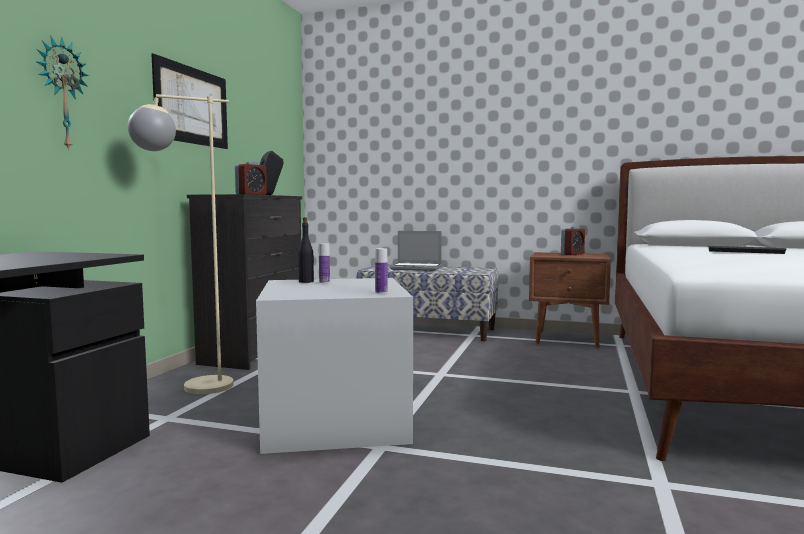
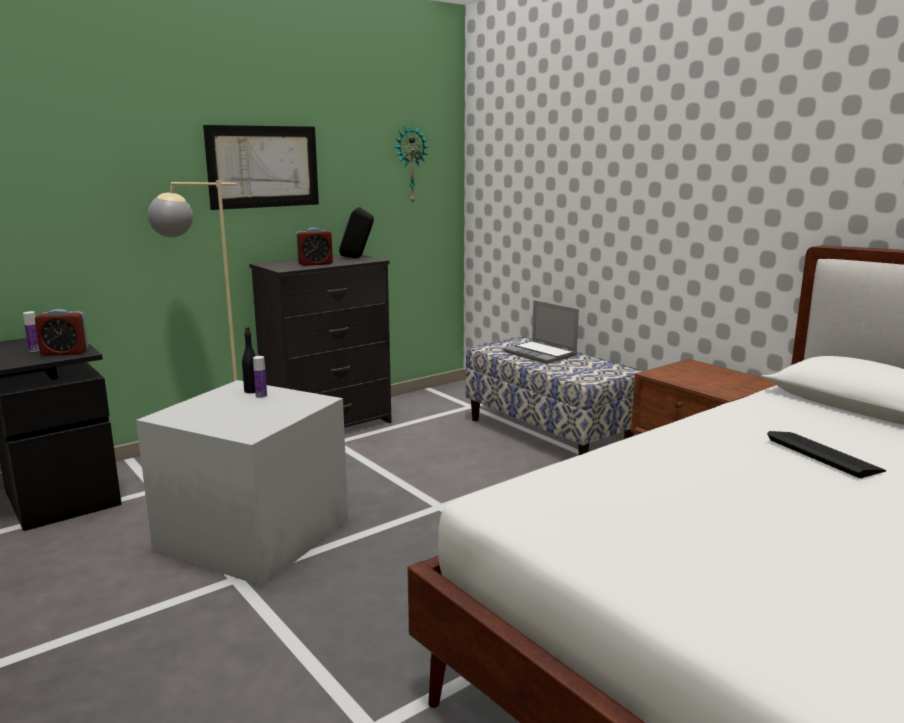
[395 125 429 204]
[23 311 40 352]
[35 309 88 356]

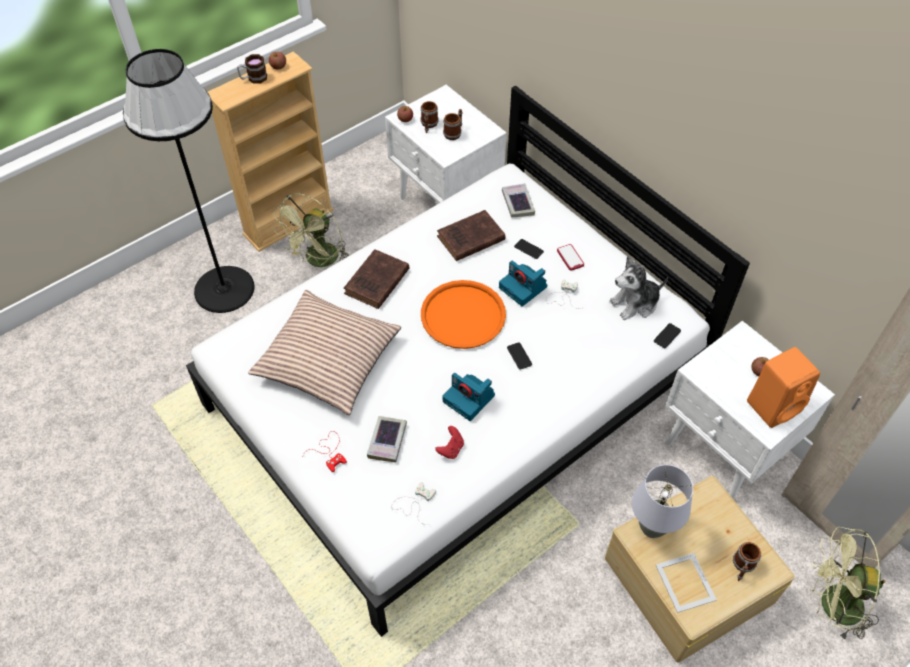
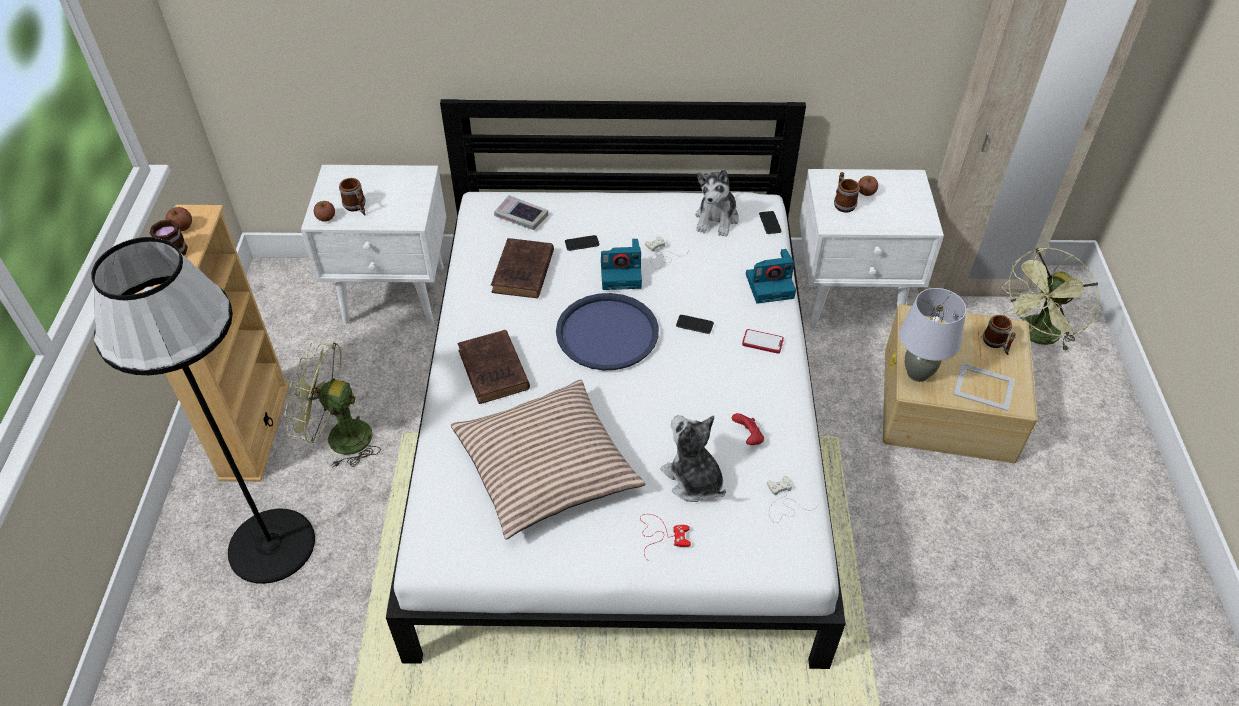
[285 341 381 468]
[660 415 726 502]
[556 293 659 370]
[746 249 796 304]
[834 172 860 213]
[742 329 784 354]
[747 347 820 428] (first image)

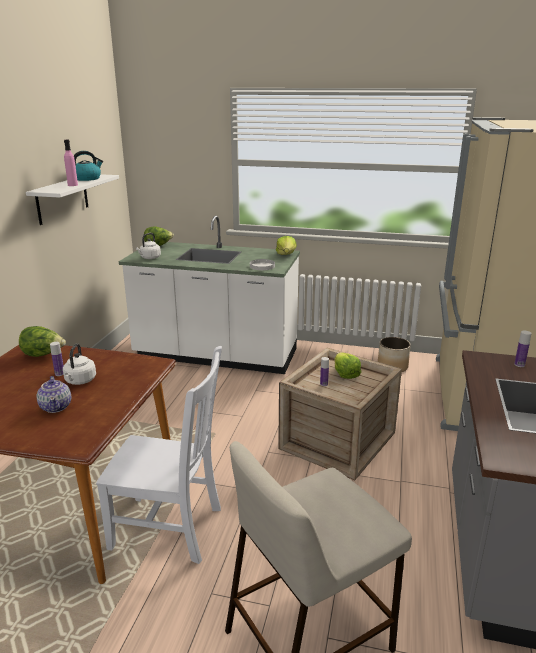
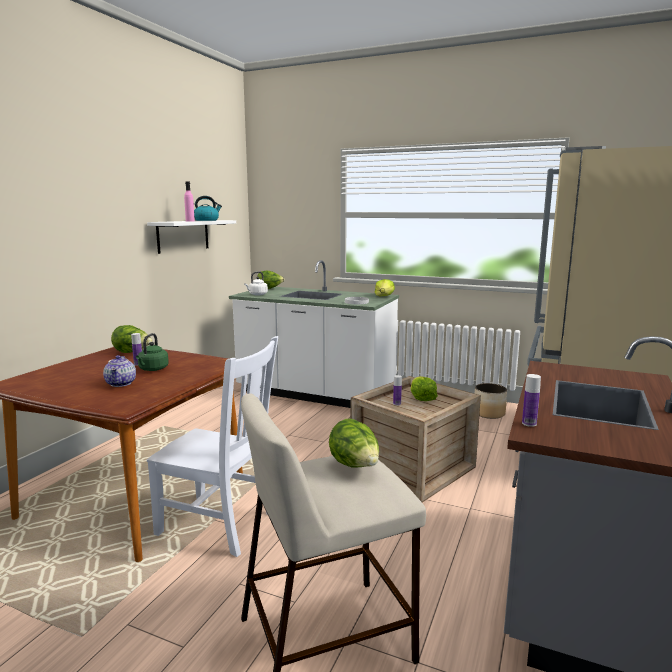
[136 333 169 371]
[522 374 541 427]
[329 419 379 468]

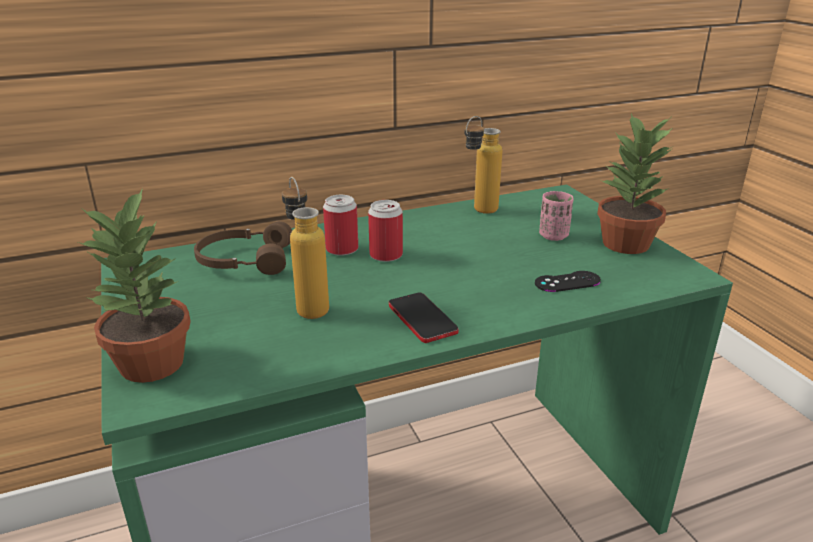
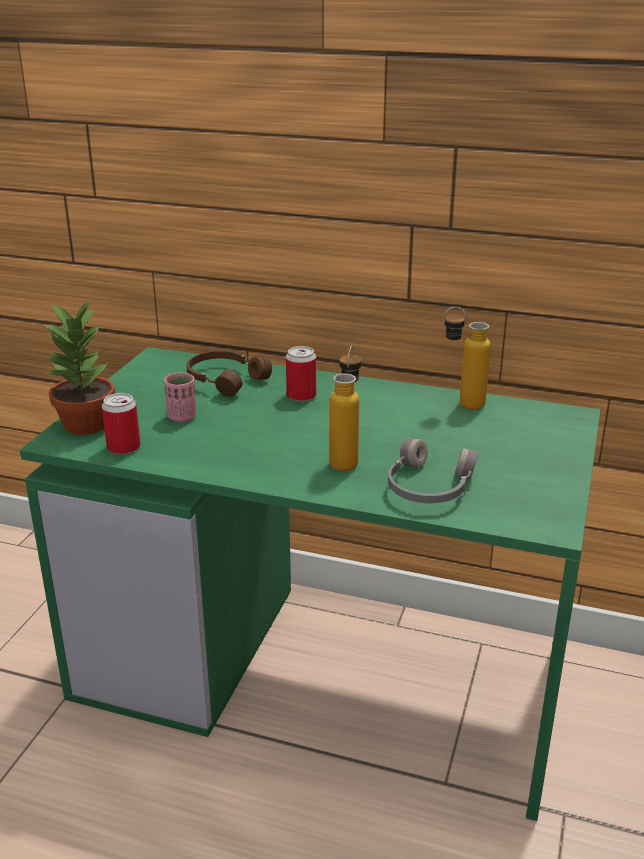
[329 346 361 471]
[102 393 141 455]
[389 292 459 343] (first image)
[388 438 478 503]
[164 373 196 422]
[597 114 673 254] (first image)

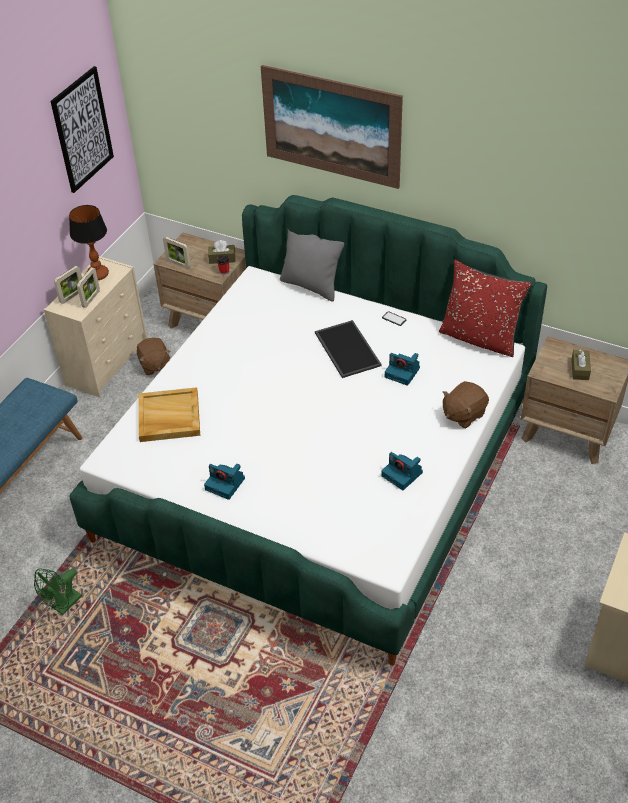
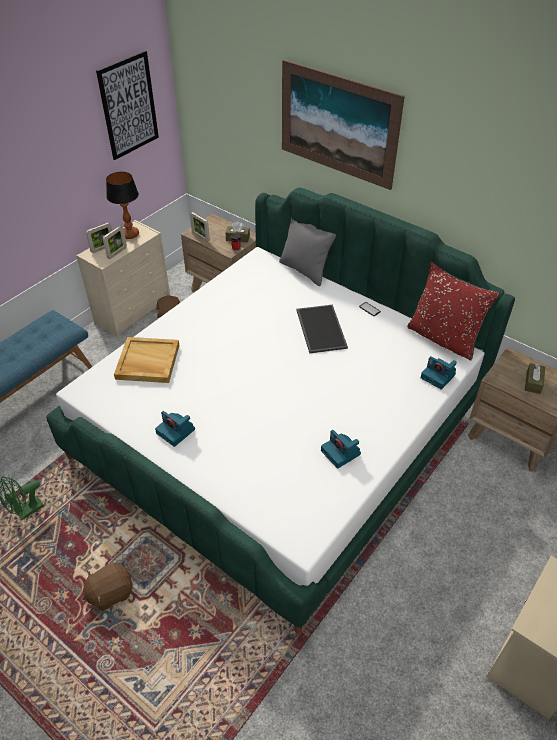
[421 356 457 390]
[82 562 133 611]

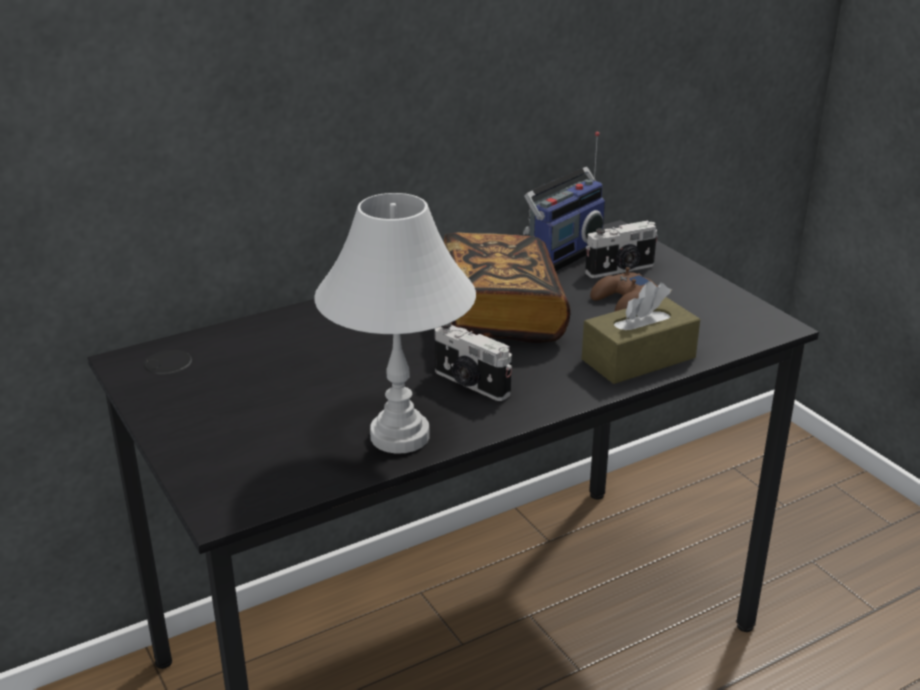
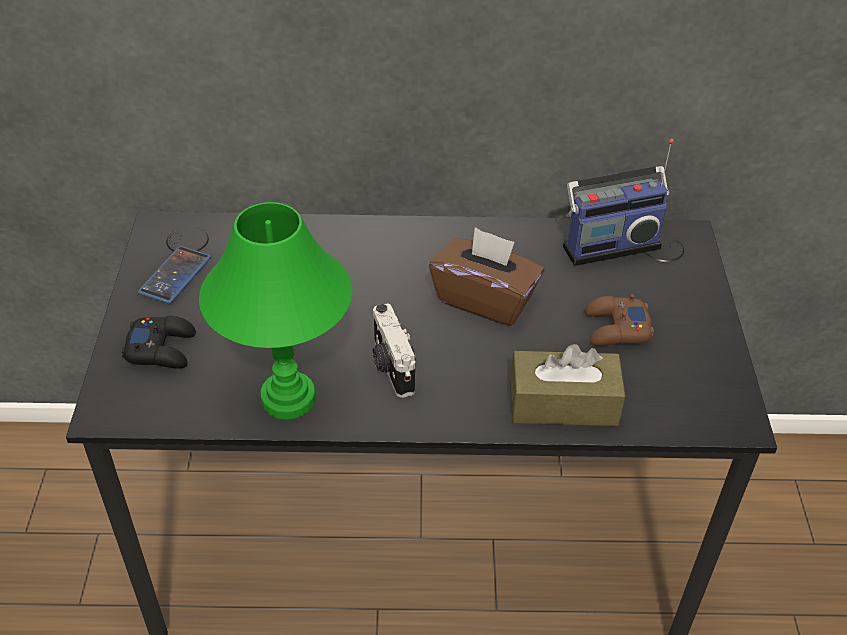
[199 202 352 419]
[429 227 544 326]
[585 221 658 278] (first image)
[121 316 196 369]
[138 246 211 304]

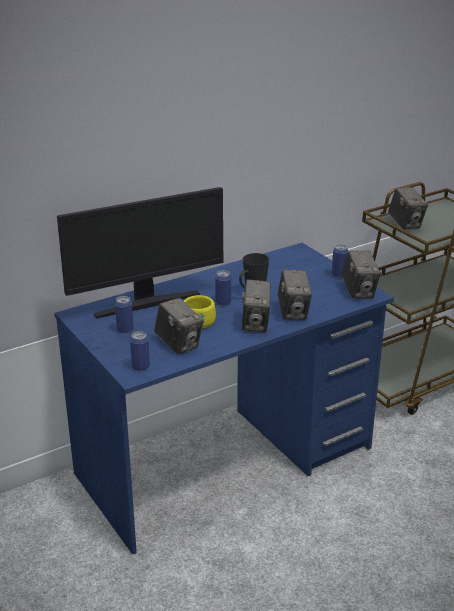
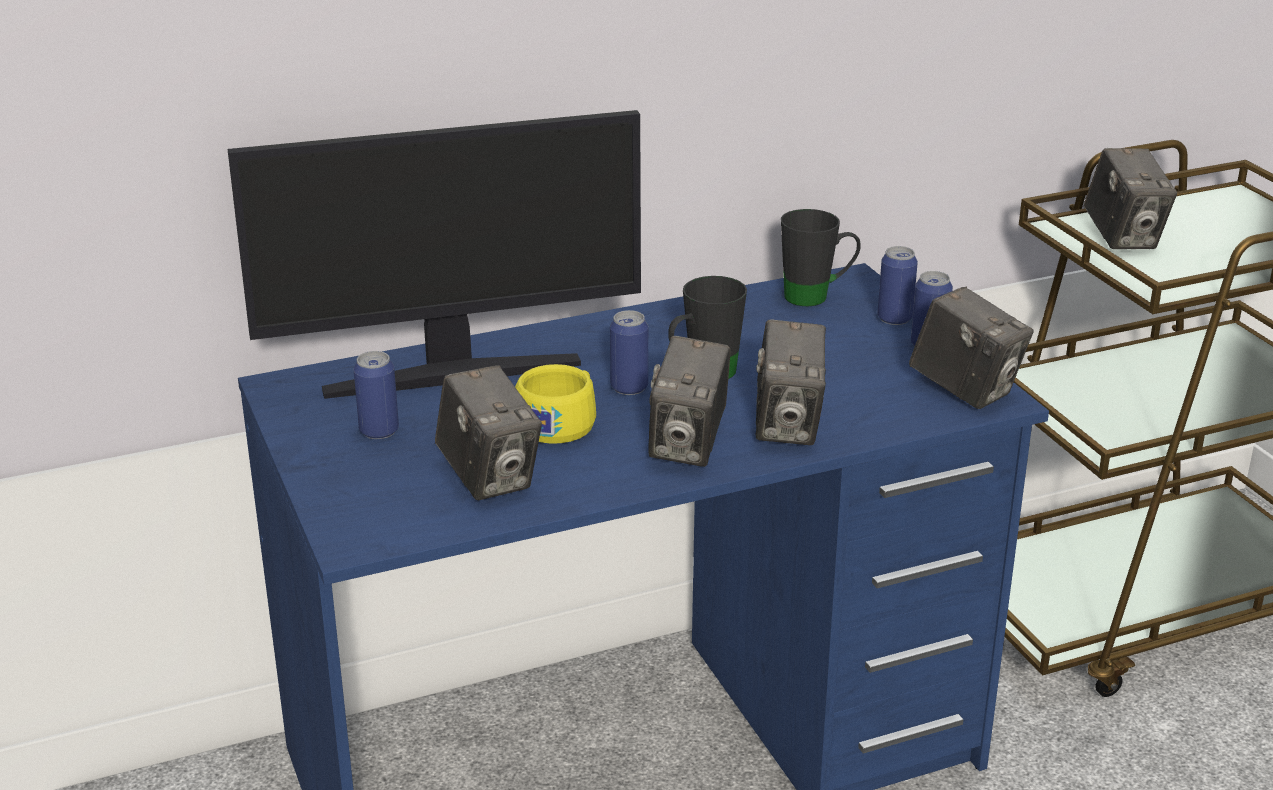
[877 246 918 325]
[909 287 1034 409]
[781 209 861 306]

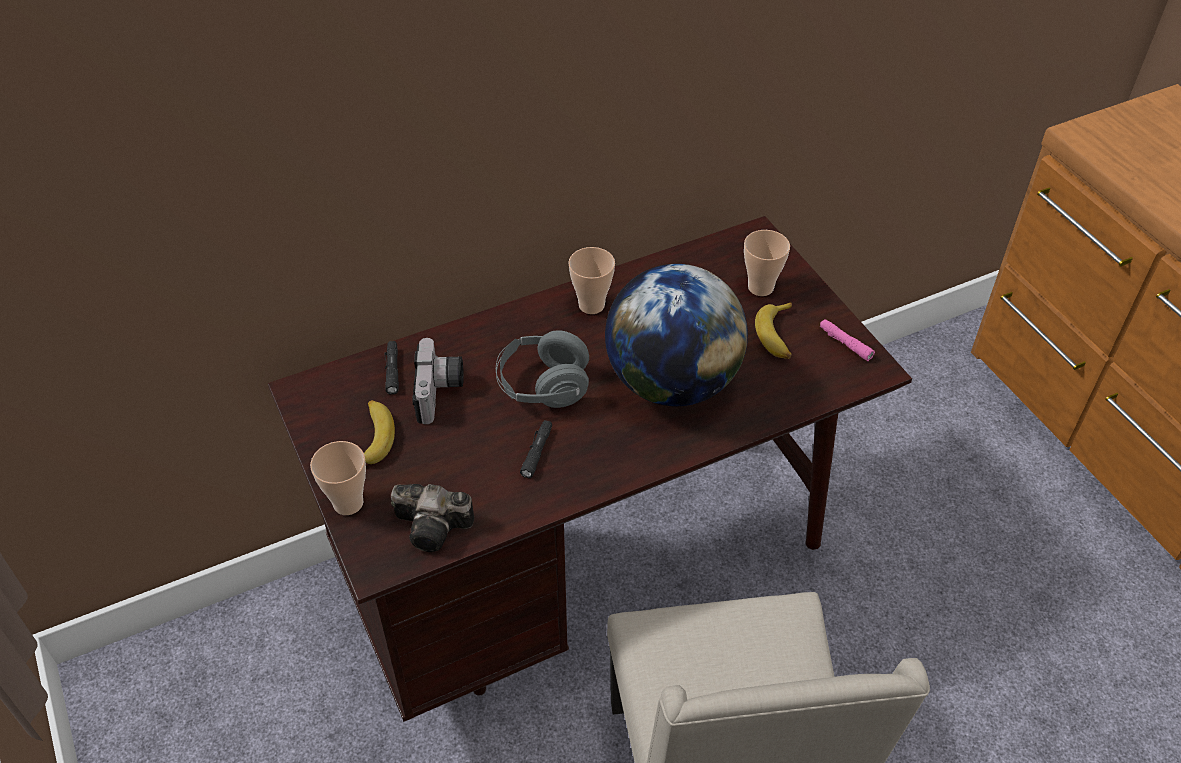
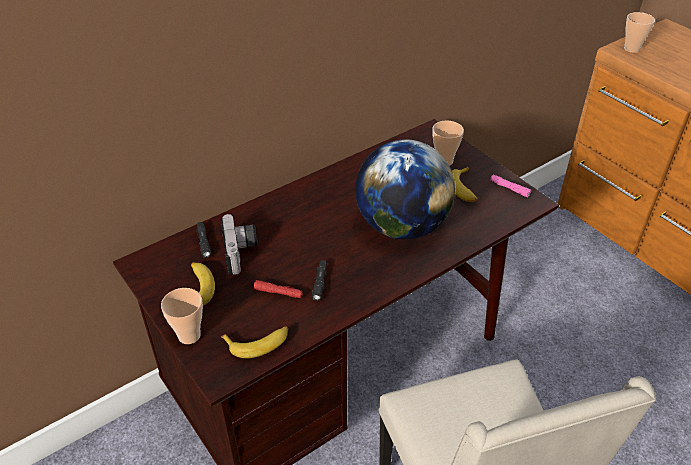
[221 326 289 358]
[496 330 589 408] (first image)
[624 12 655 53]
[253 280 303 298]

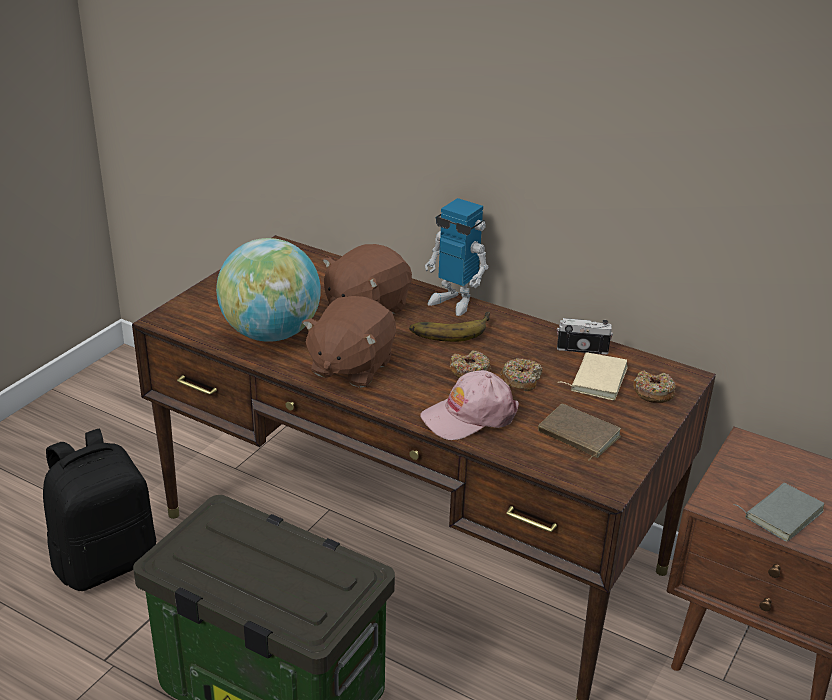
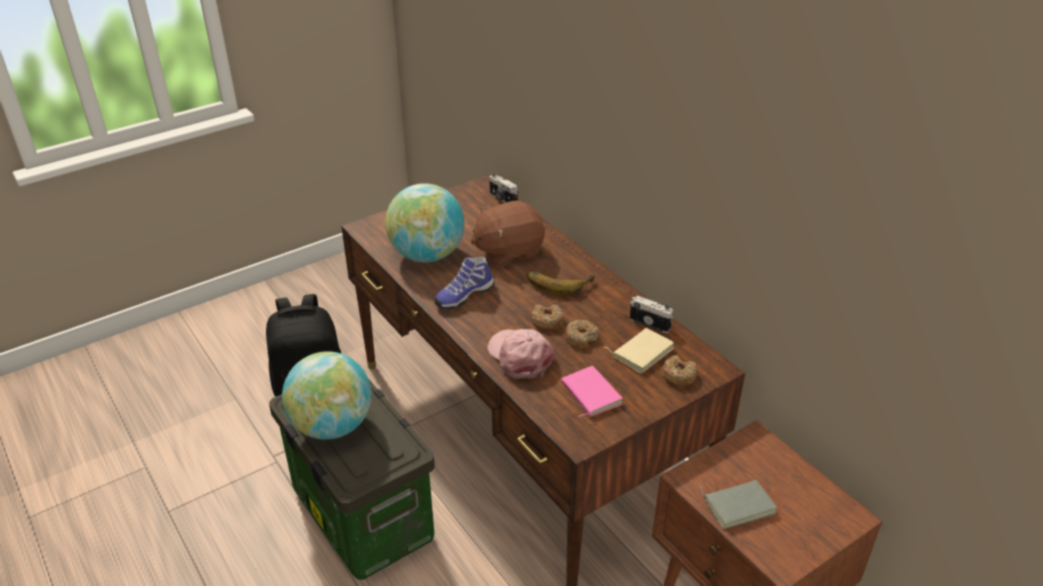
[435 257 494 310]
[488 329 555 379]
[425 198 488 316] (first image)
[561 366 623 417]
[282 351 371 440]
[489 173 518 203]

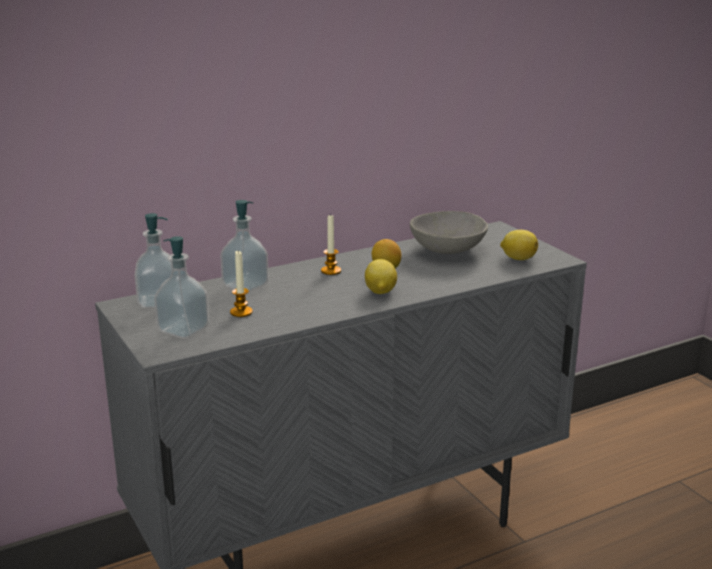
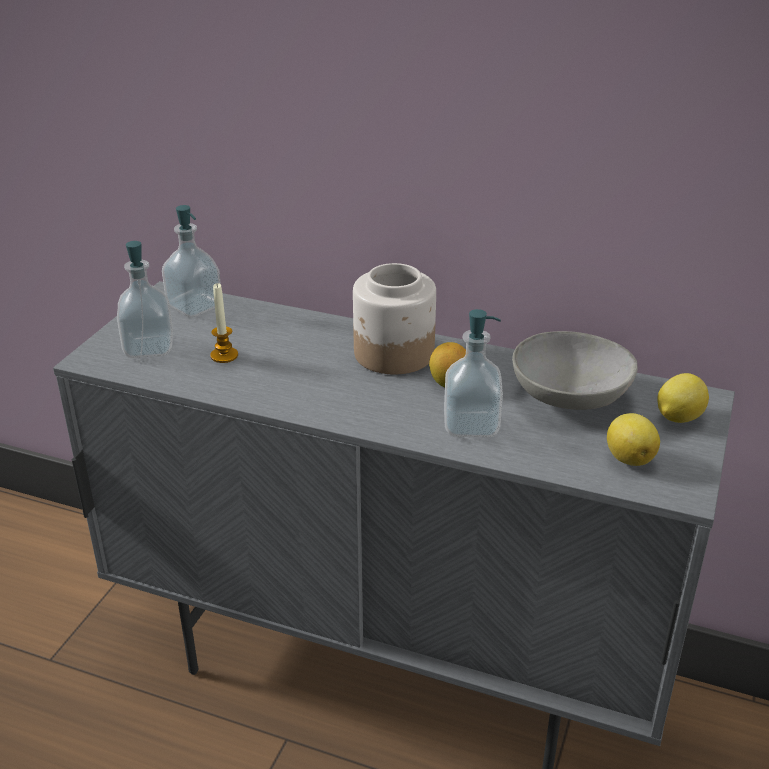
[444 309 503 438]
[353 263 436 374]
[657 373 709 423]

